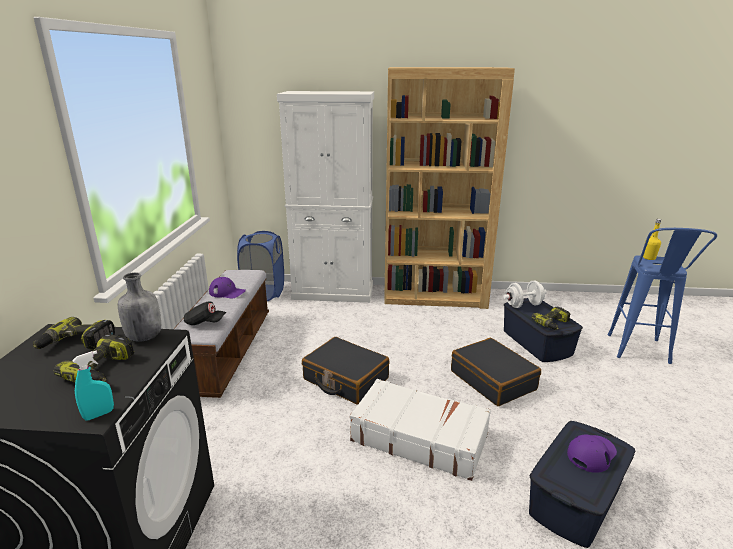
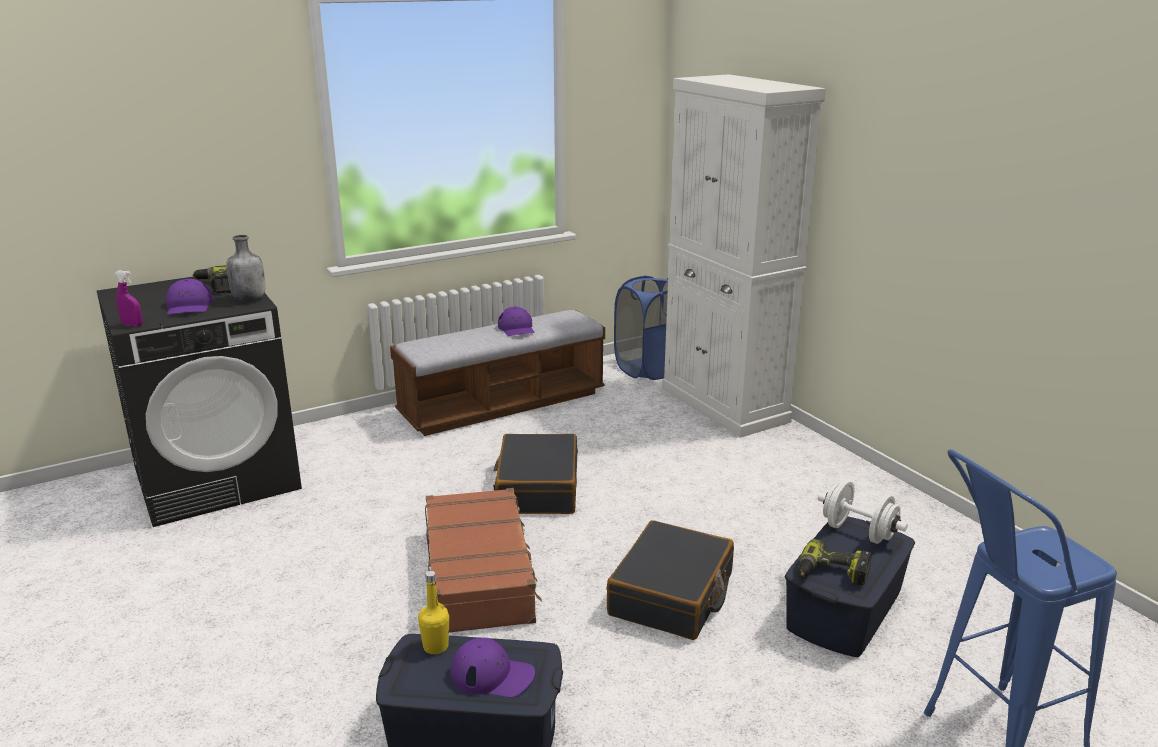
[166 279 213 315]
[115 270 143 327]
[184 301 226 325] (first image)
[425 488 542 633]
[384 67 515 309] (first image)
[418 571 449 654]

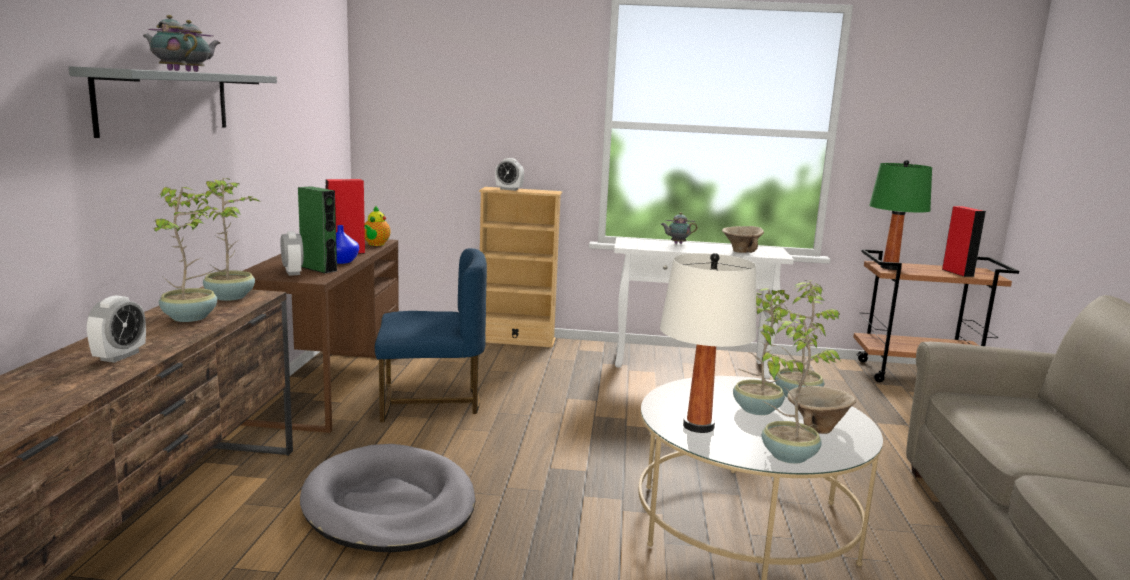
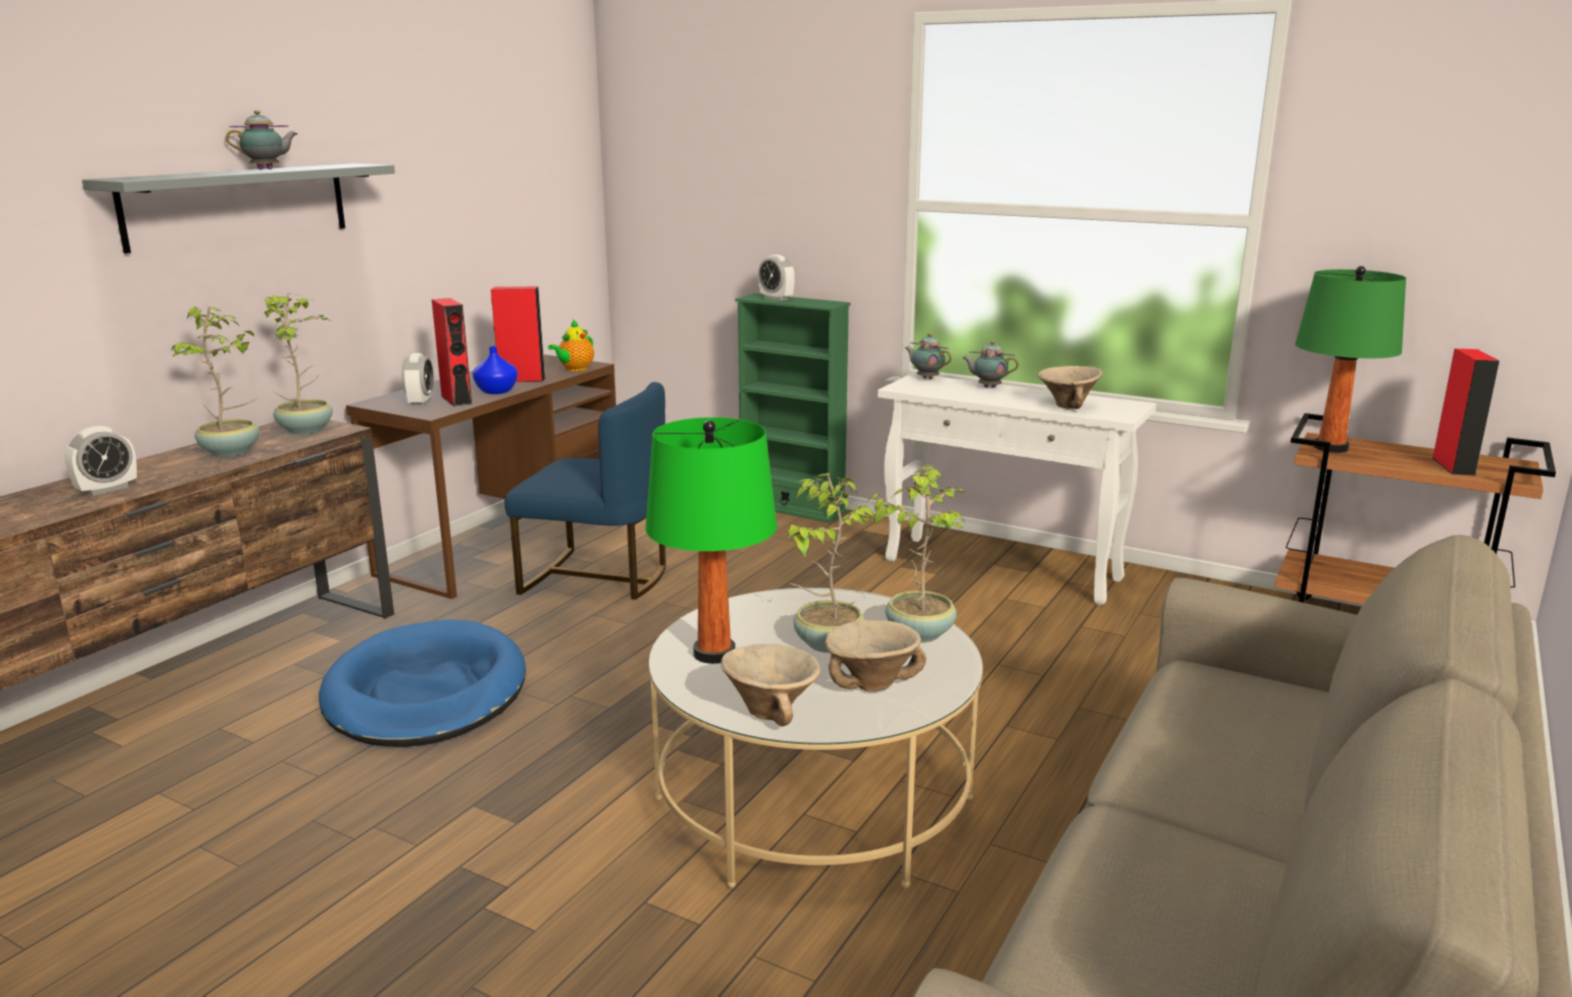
[905 333 952 379]
[432 298 472 407]
[319 619 526 747]
[735 293 851 523]
[645 417 777 664]
[721 644 821 726]

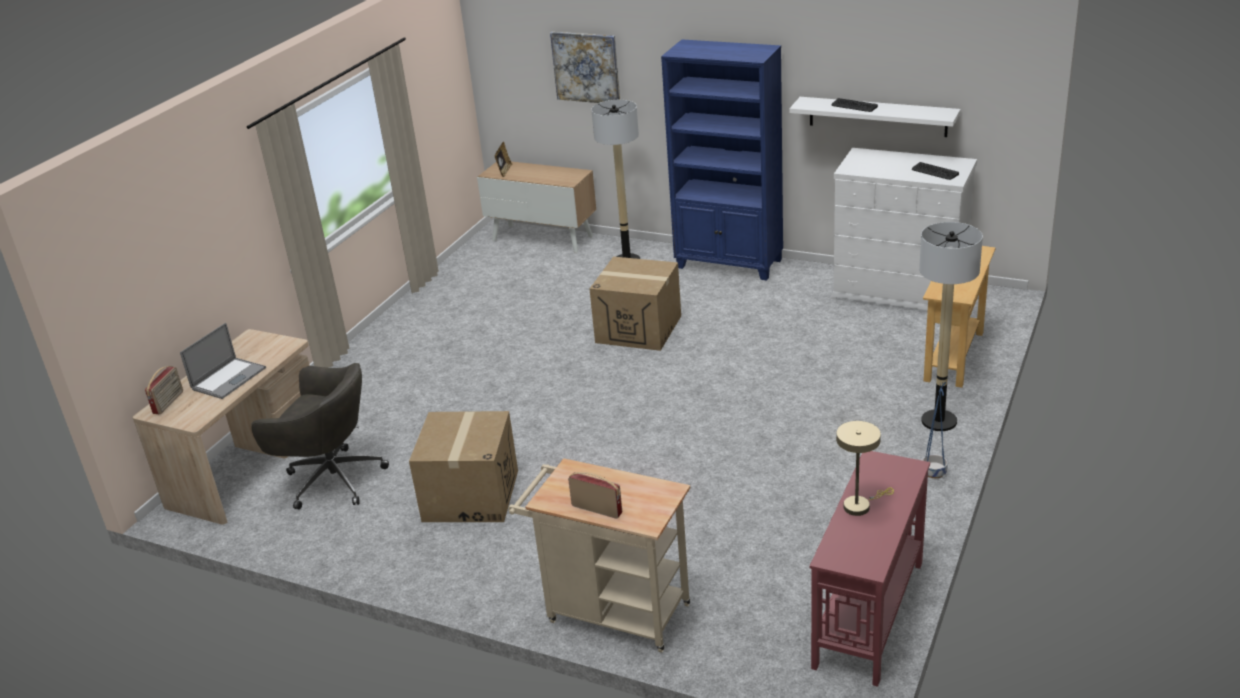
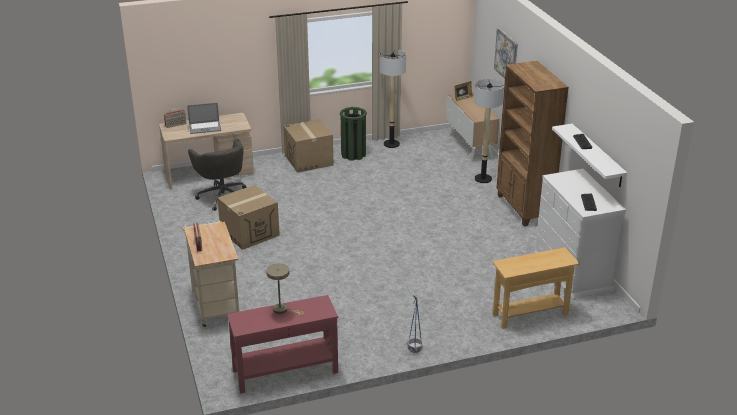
[283 119 333 173]
[497 61 569 226]
[380 50 406 148]
[340 107 367 161]

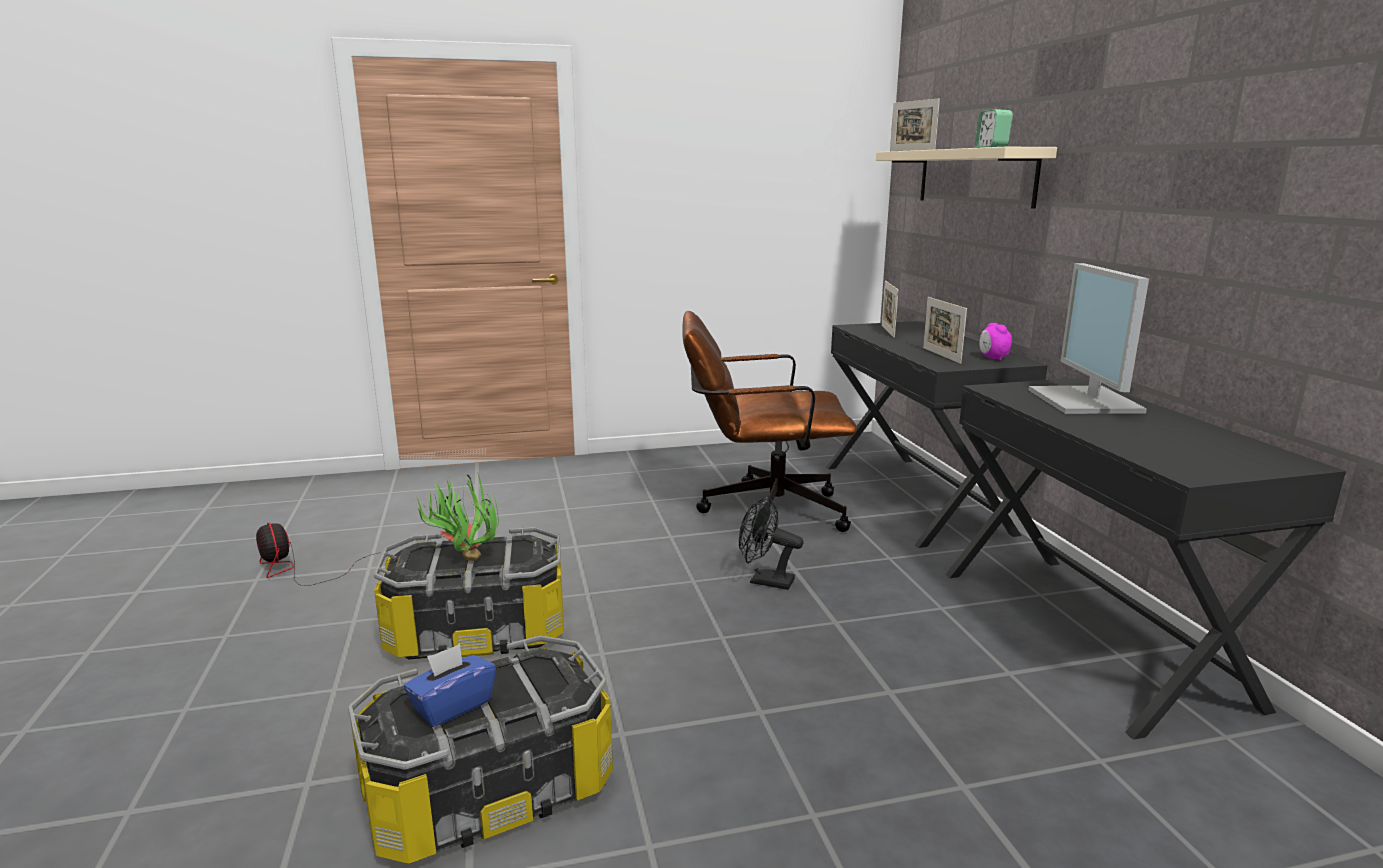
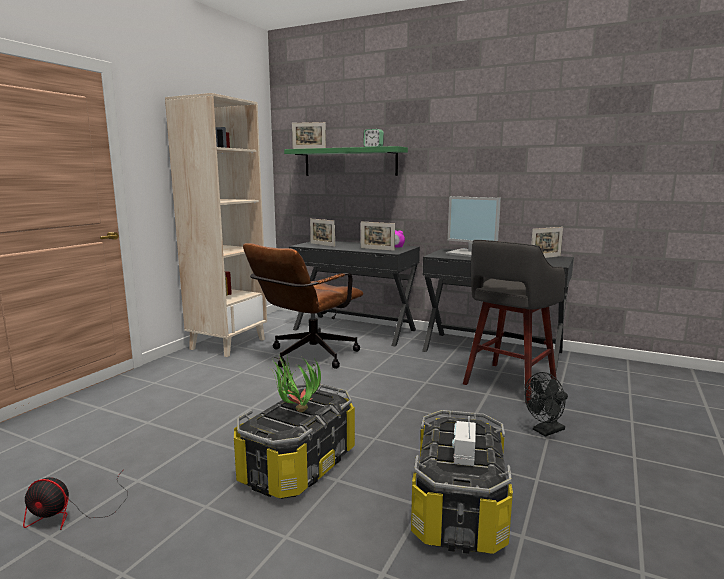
[452 417 476 466]
[524 372 568 437]
[284 146 408 176]
[165 93 267 357]
[463 240 565 403]
[531 227 563 258]

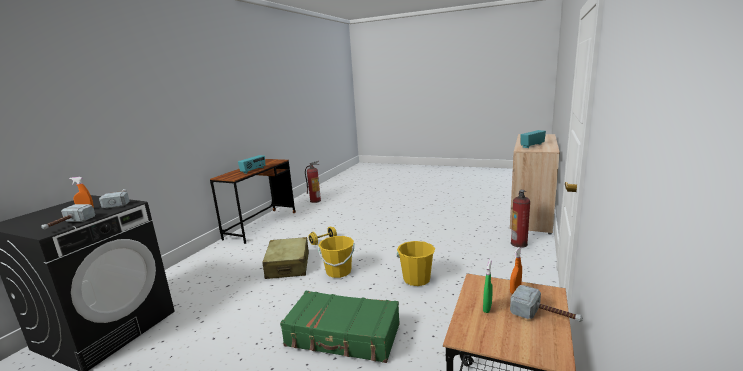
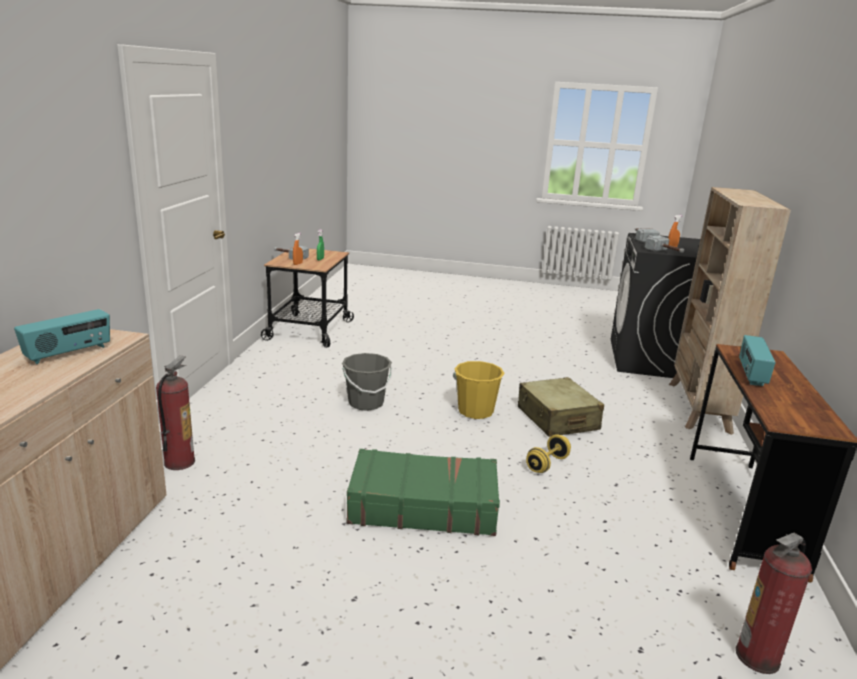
[346 449 500 536]
[342 353 393 411]
[669 187 791 435]

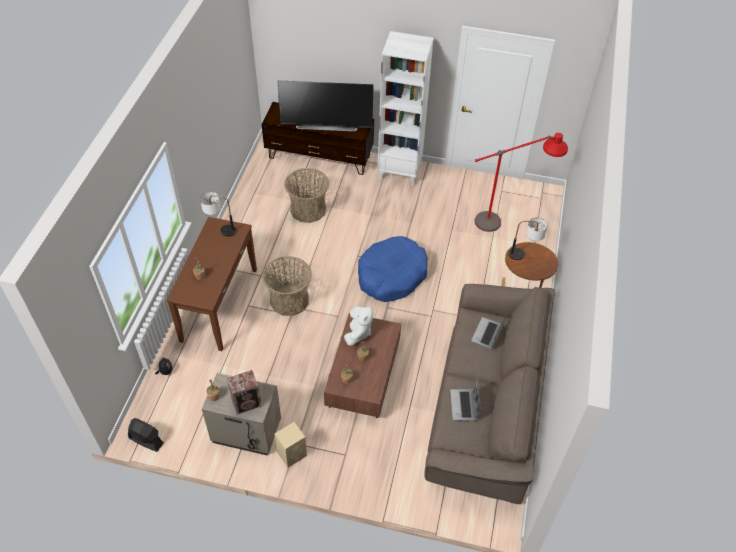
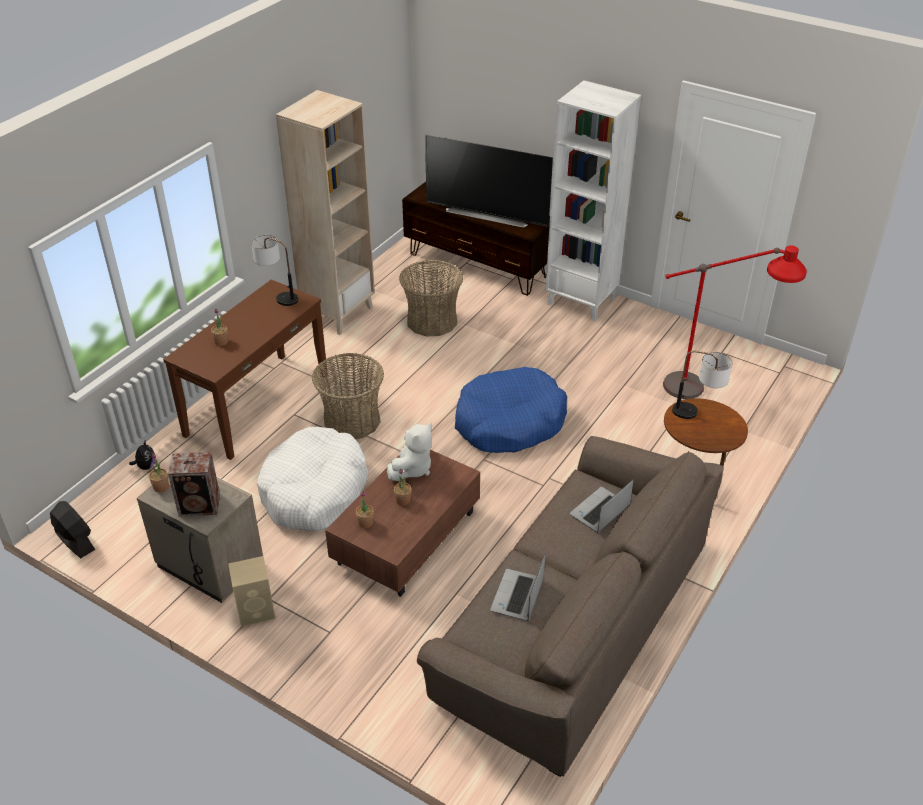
[257 427 369 531]
[276 90 375 335]

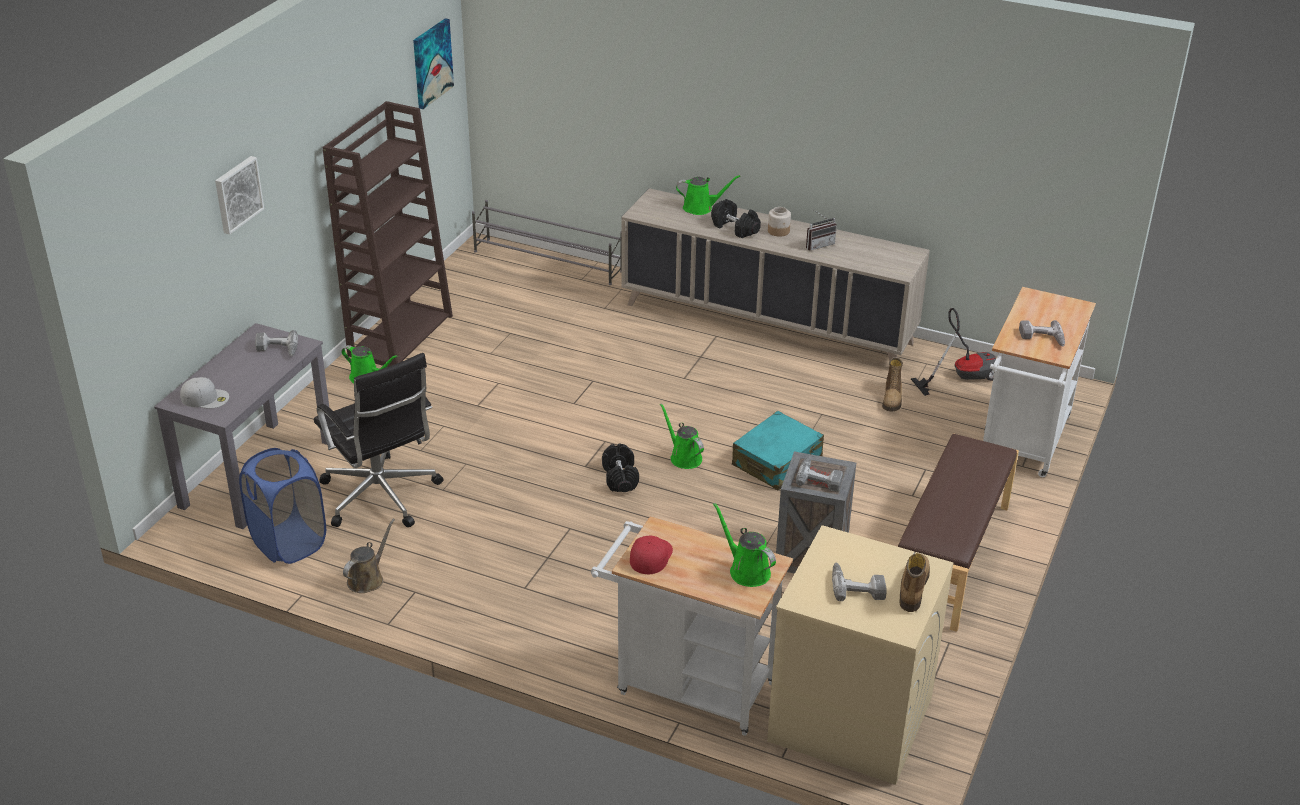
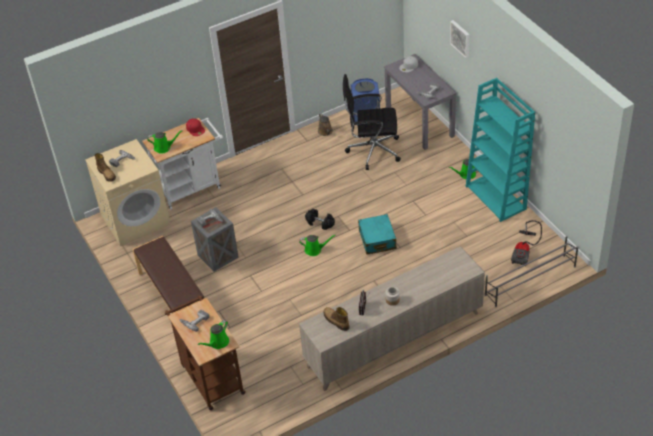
[466 78 535 222]
[413 18 454 109] (first image)
[198 320 229 349]
[711 199 761 238] (first image)
[358 214 397 255]
[323 307 350 331]
[511 220 542 265]
[165 295 246 411]

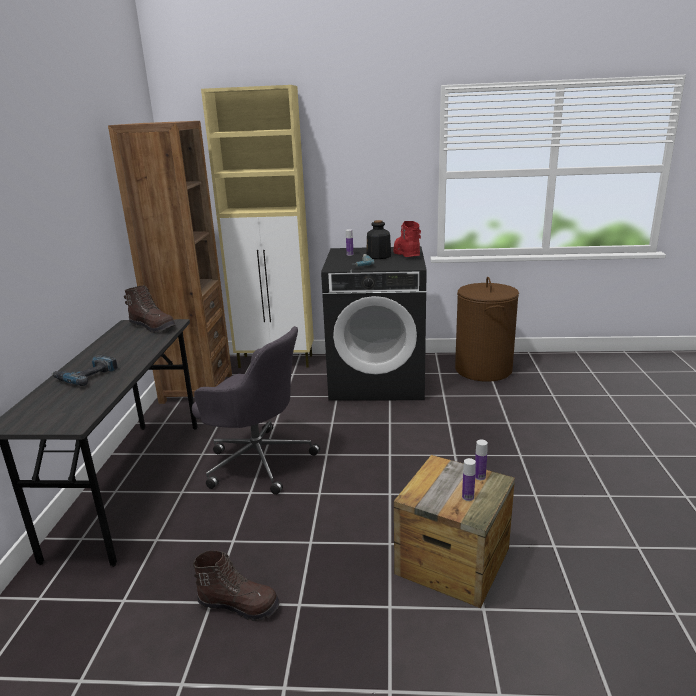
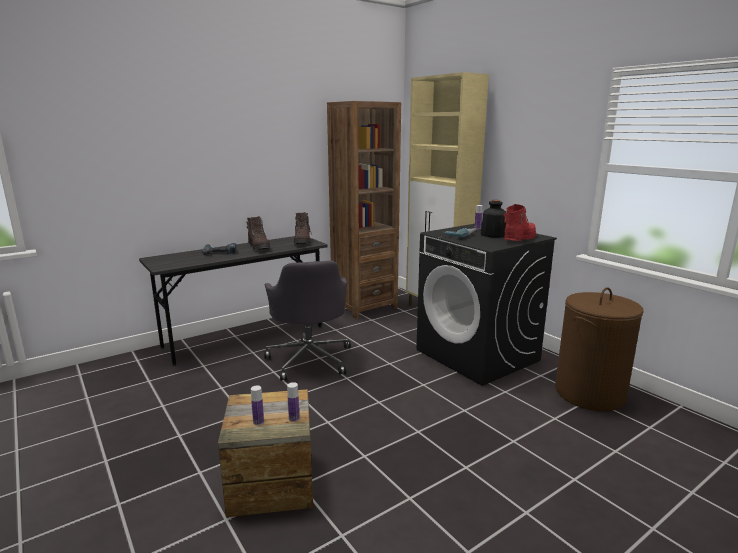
[246 216 271 251]

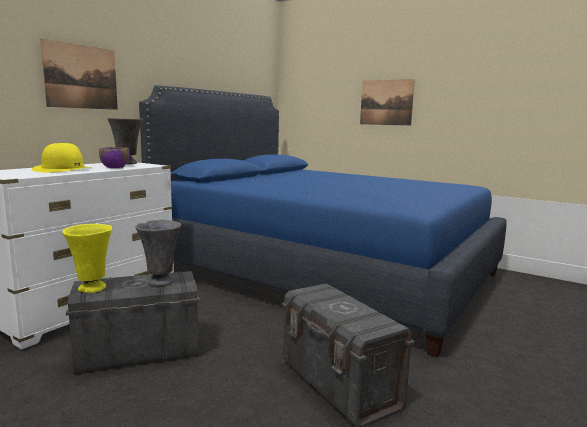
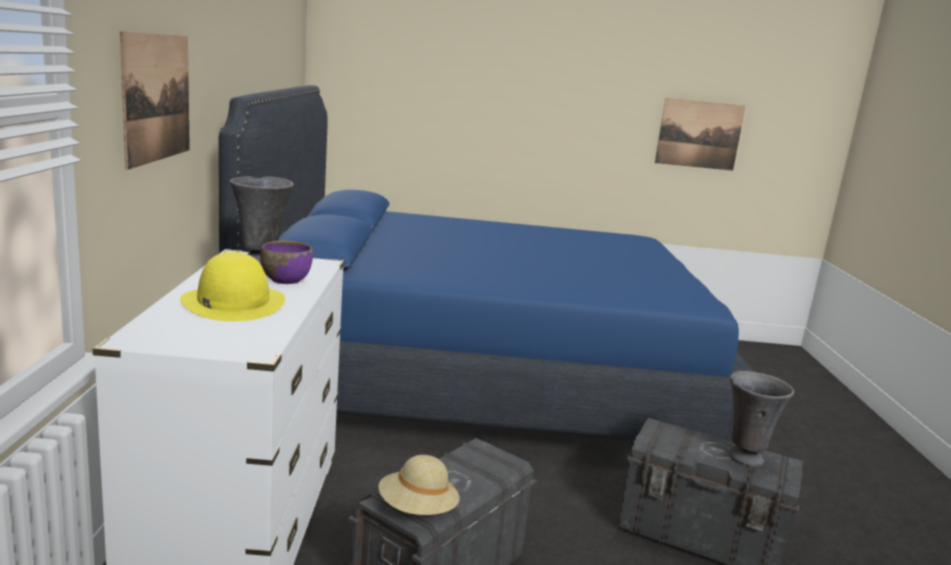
[378 455 459 515]
[728 371 794 467]
[655 98 746 171]

